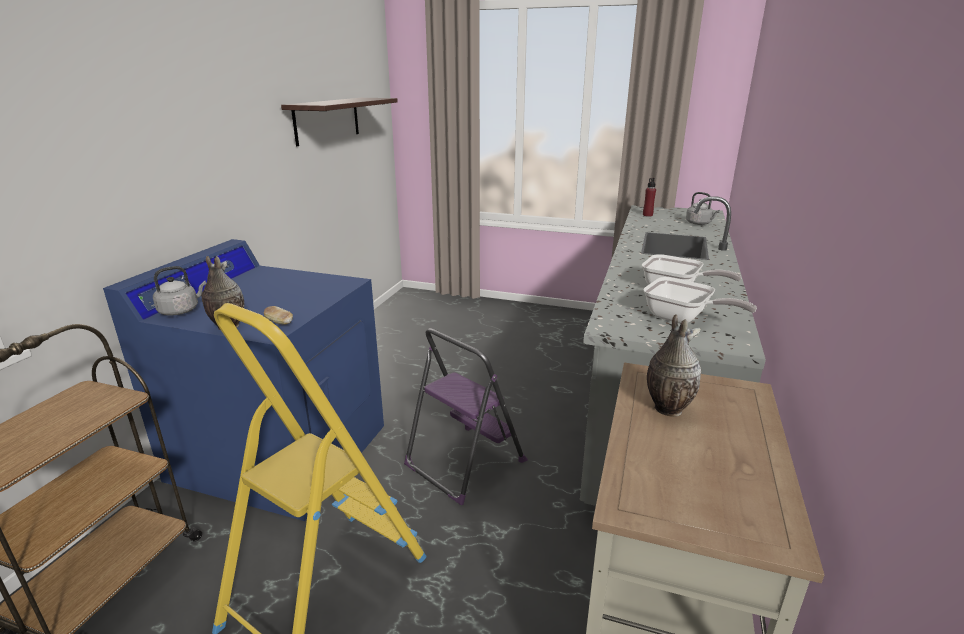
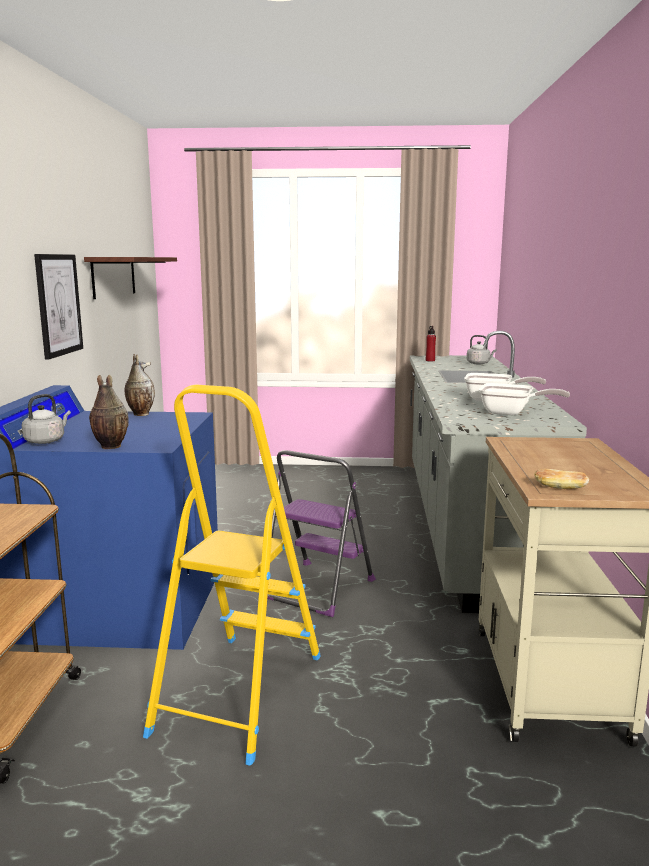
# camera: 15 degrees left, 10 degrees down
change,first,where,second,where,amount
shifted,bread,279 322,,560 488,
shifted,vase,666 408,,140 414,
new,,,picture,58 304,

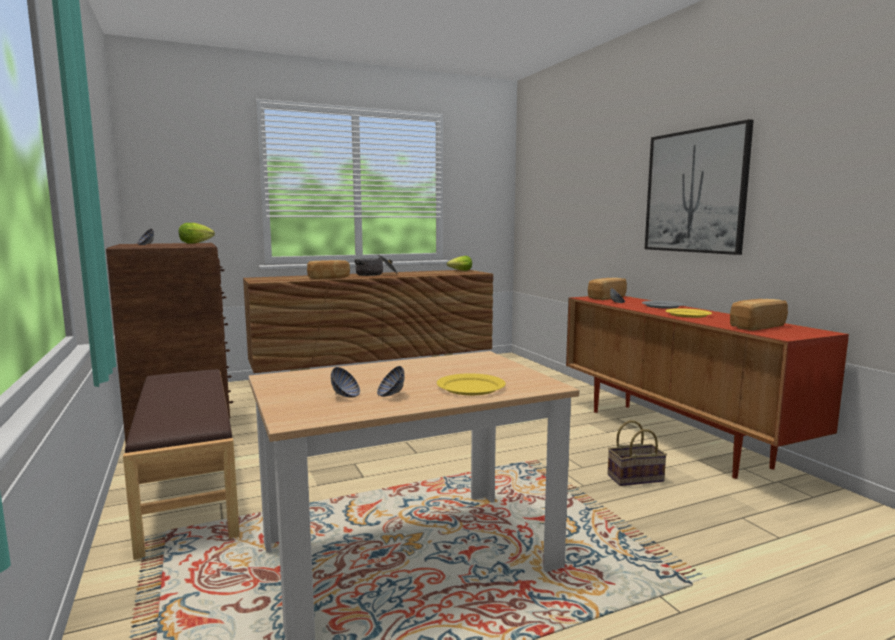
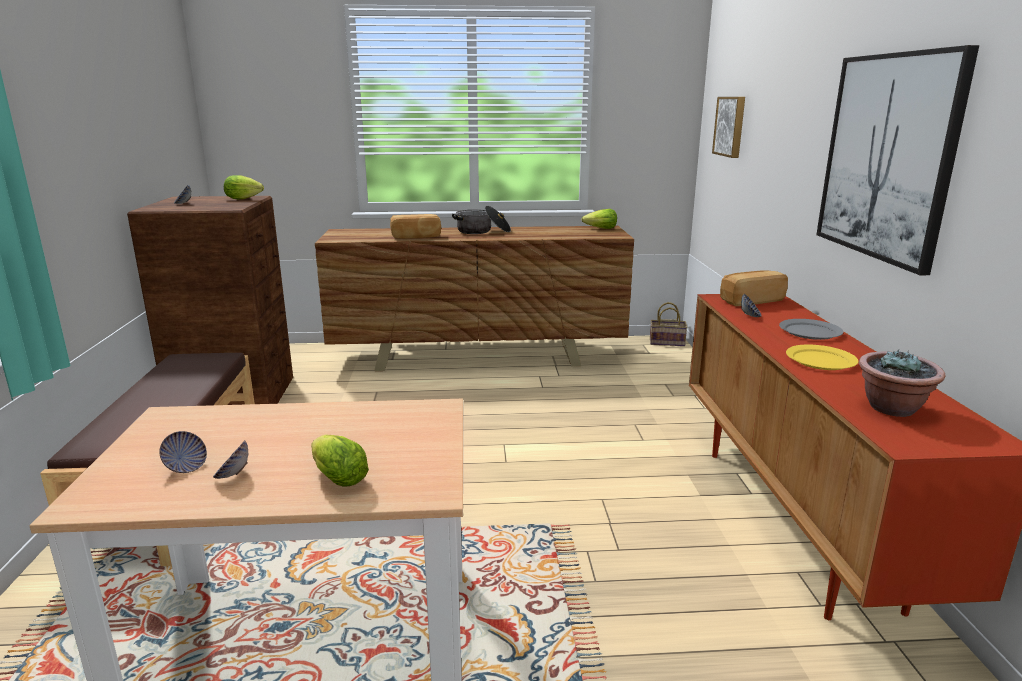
# camera: 20 degrees right, 10 degrees up
change,first,where,second,where,amount
swapped,bread,755 326,potted plant,892 408,
swapped,plate in yellow,471 387,lettuce,337 477,
shifted,basket,636 477,,668 342,
new,,,picture,731 126,

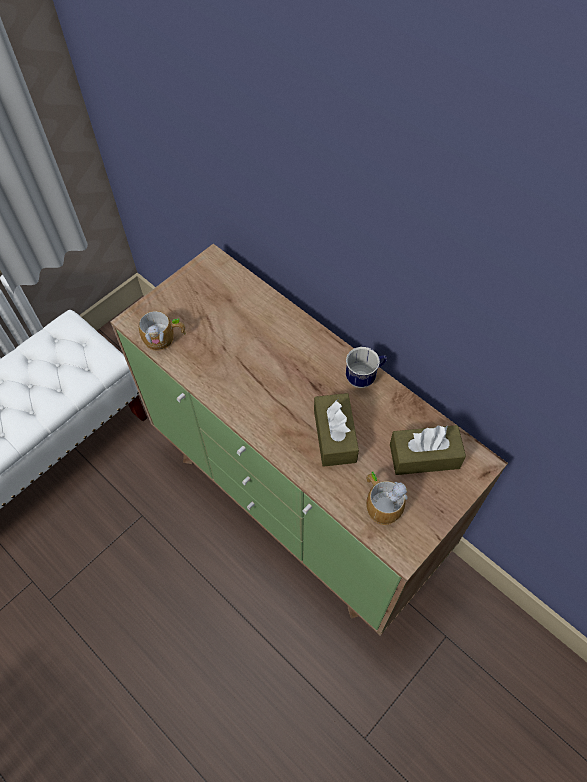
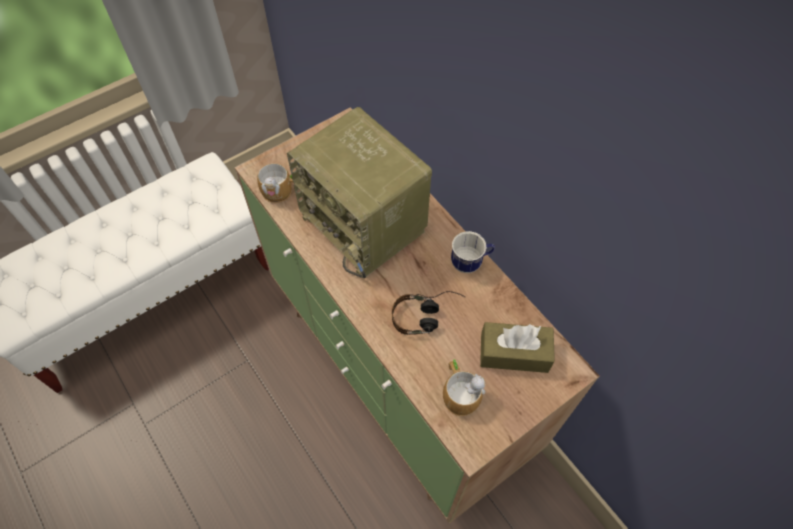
# camera: 10 degrees right, 0 degrees up
change,first,where,second,where,amount
swapped,tissue box in brown,334 436,headphones,427 316,
new,,,radio,365 223,

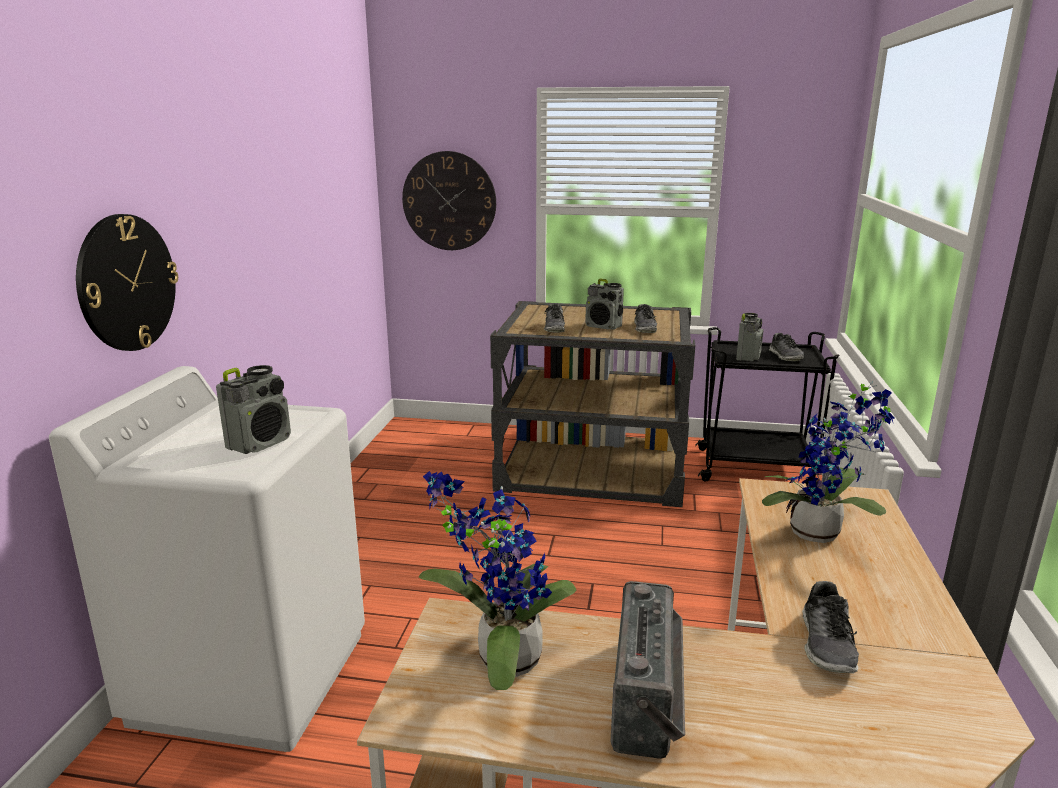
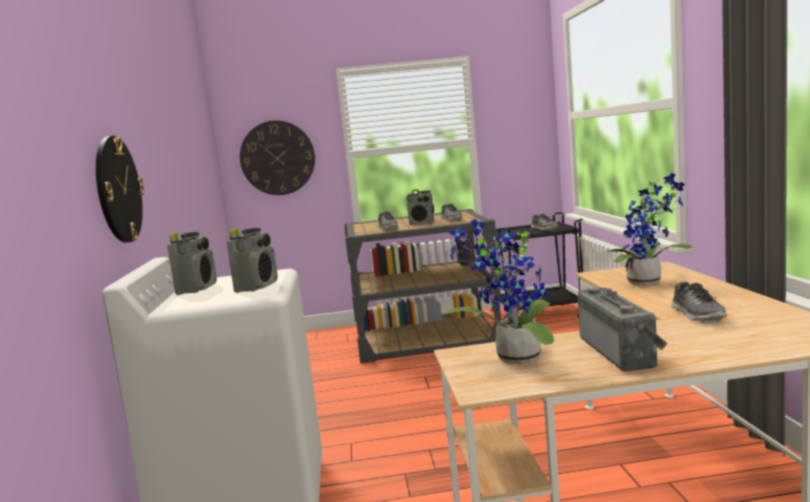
# camera: 15 degrees left, 10 degrees down
change,first,where,second,where,amount
shifted,radio,748 357,,197 289,

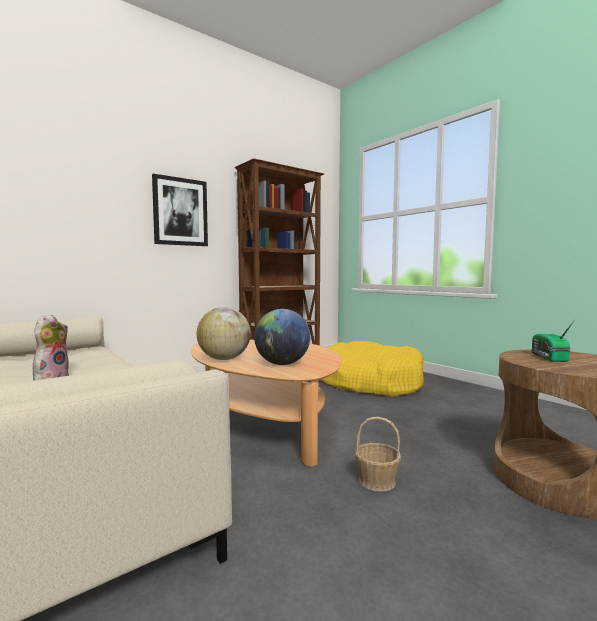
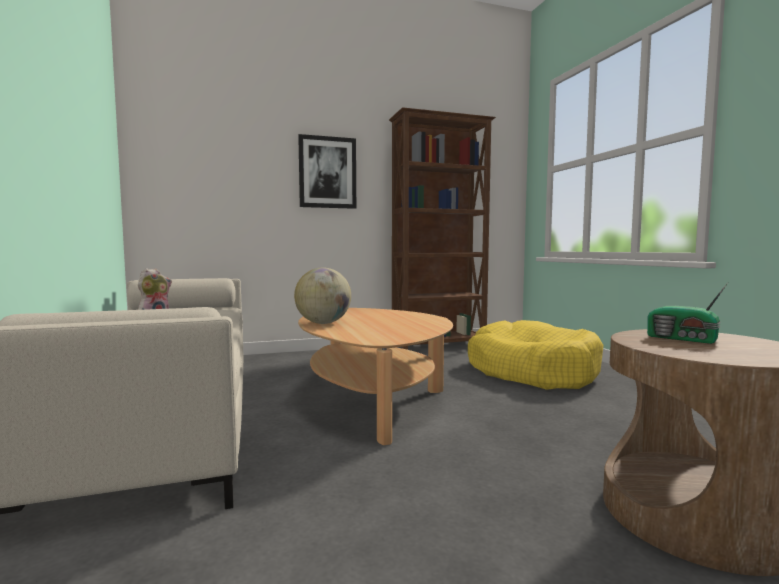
# camera: 20 degrees right, 0 degrees up
change,first,where,second,where,amount
gone,globe,282 364,,,
rotated,radio,548 358,,683 339,75 degrees counterclockwise
gone,basket,376 481,,,

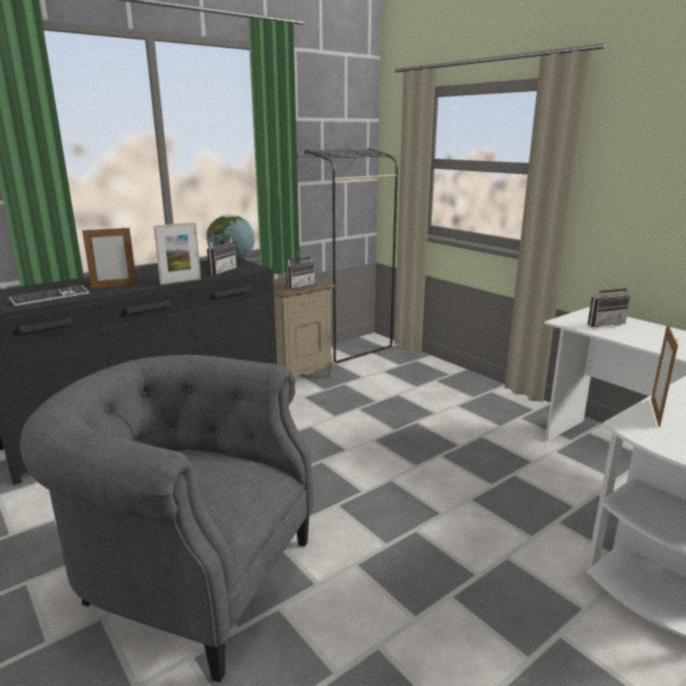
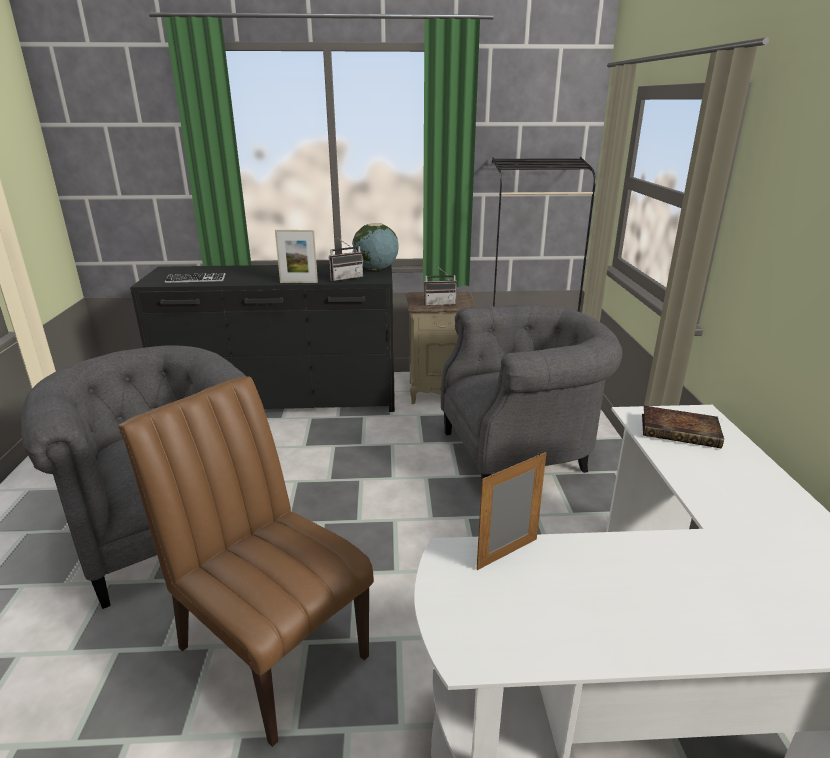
# camera: 35 degrees right, 5 degrees up
change,first,where,second,where,amount
gone,picture frame,114 286,,,
swapped,radio,603 323,book,681 431,
new,,,armchair in grey,520 455,
new,,,chair in brown,273 653,

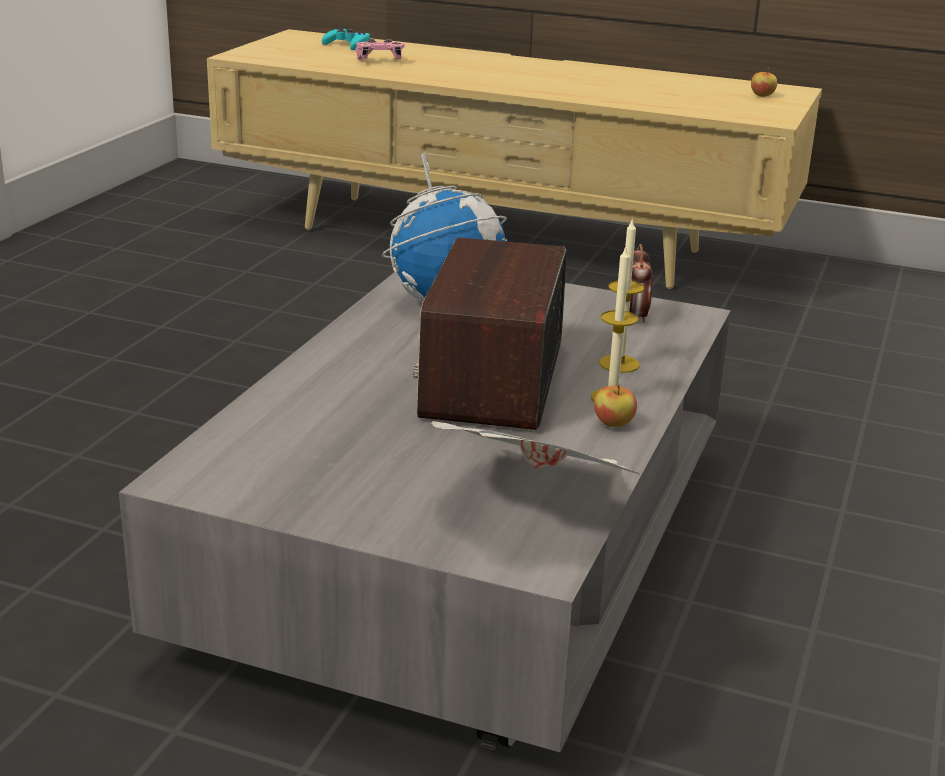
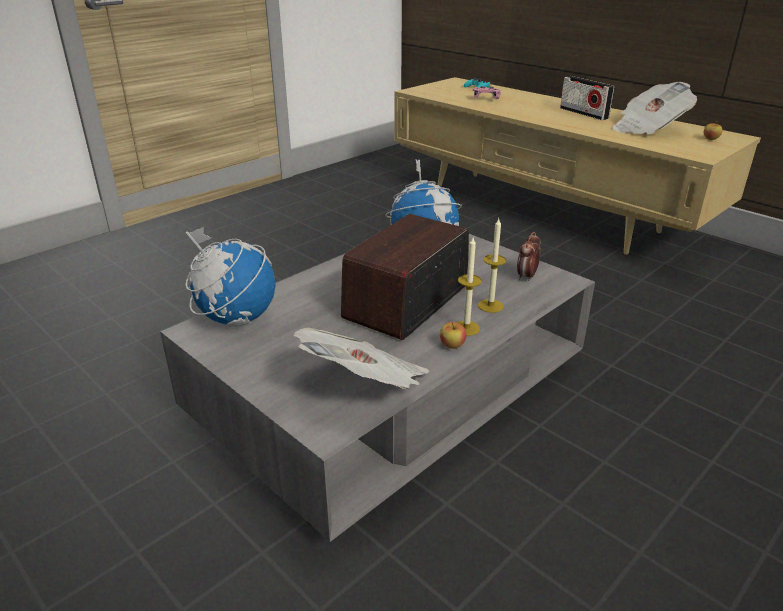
# camera: 25 degrees right, 5 degrees up
change,first,where,second,where,amount
new,,,radio,583 113,
new,,,newspaper,648 129,
new,,,globe,236 318,

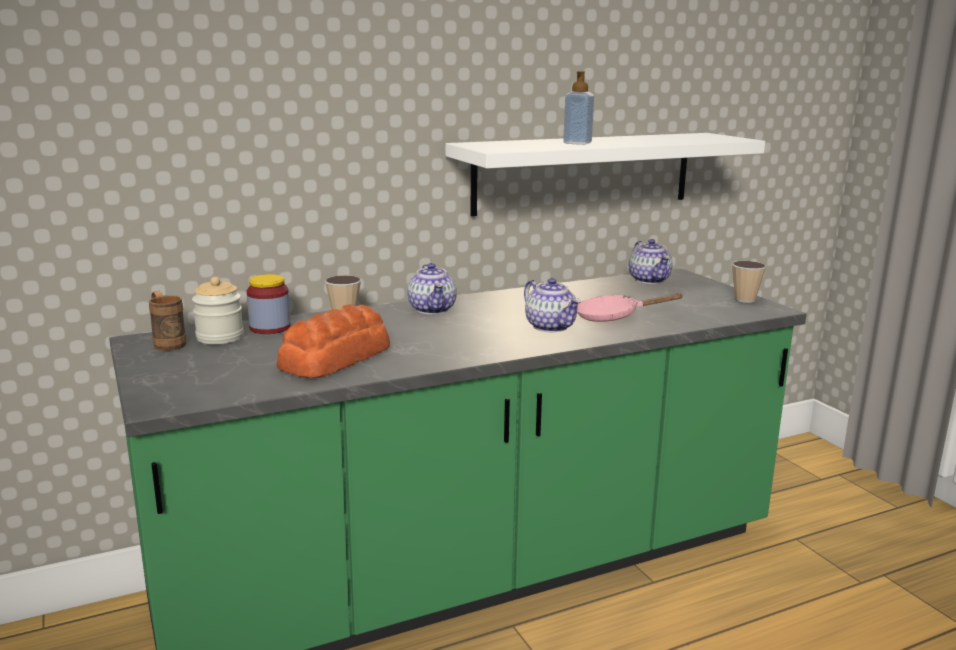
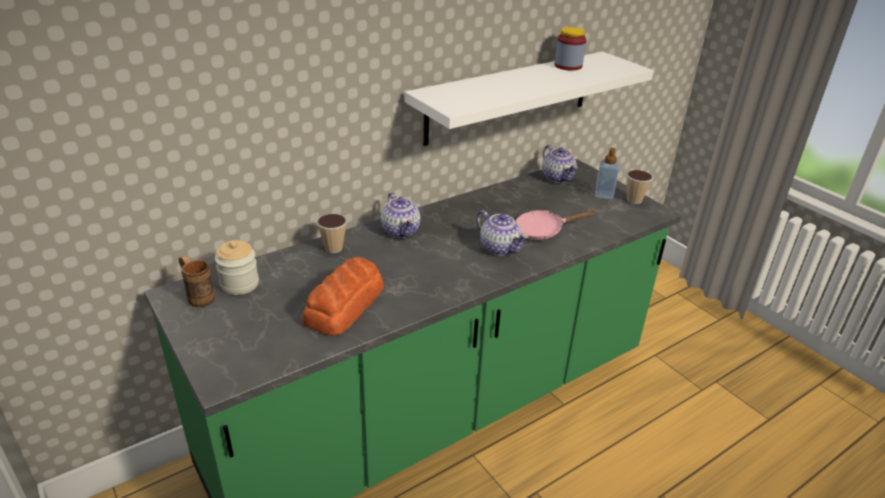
# camera: 10 degrees left, 15 degrees up
change,first,where,second,where,amount
shifted,soap dispenser,577 143,,603 195,
shifted,jar,270 328,,568 66,

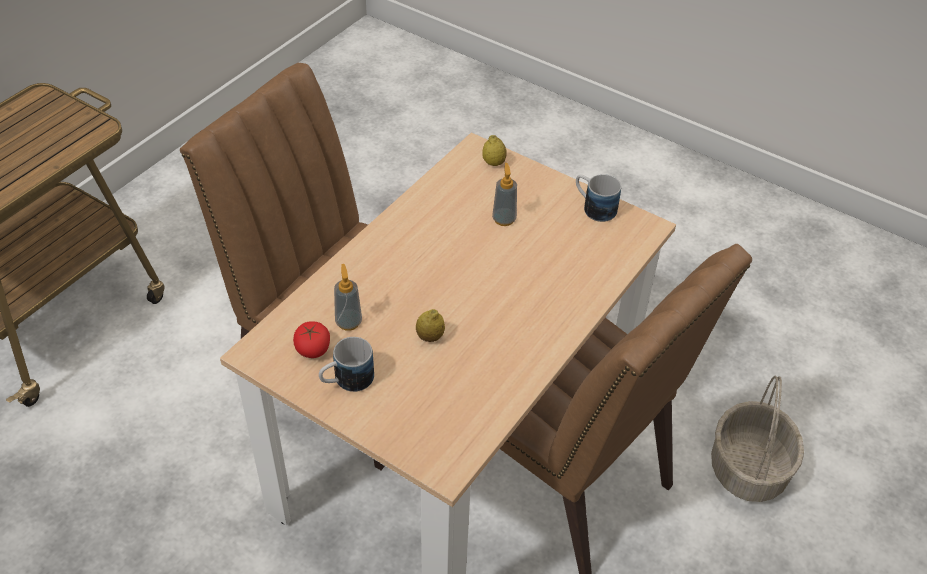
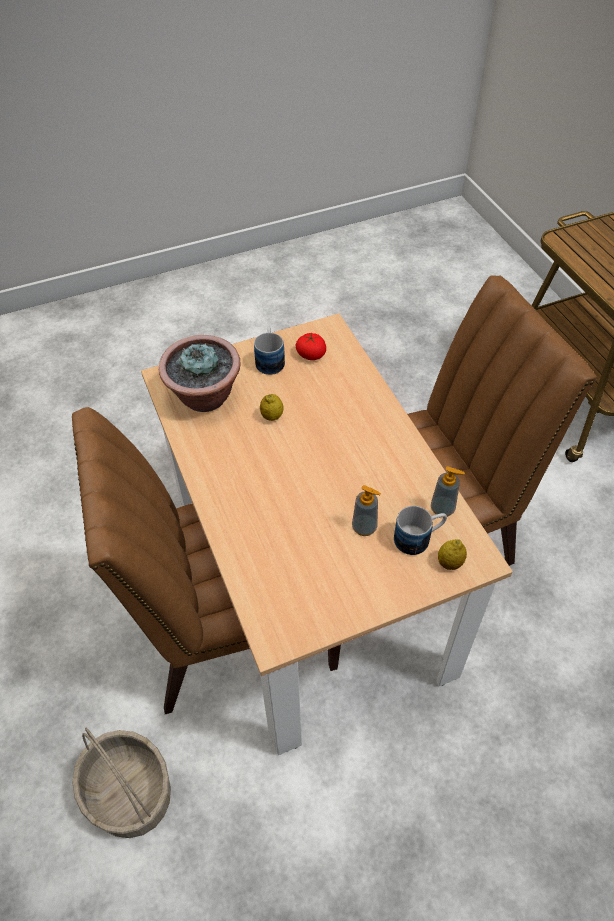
# camera: 125 degrees right, 5 degrees up
change,first,where,second,where,amount
shifted,mug,593 207,,419 538,
shifted,soap dispenser,348 322,,442 509,
new,,,potted plant,205 398,

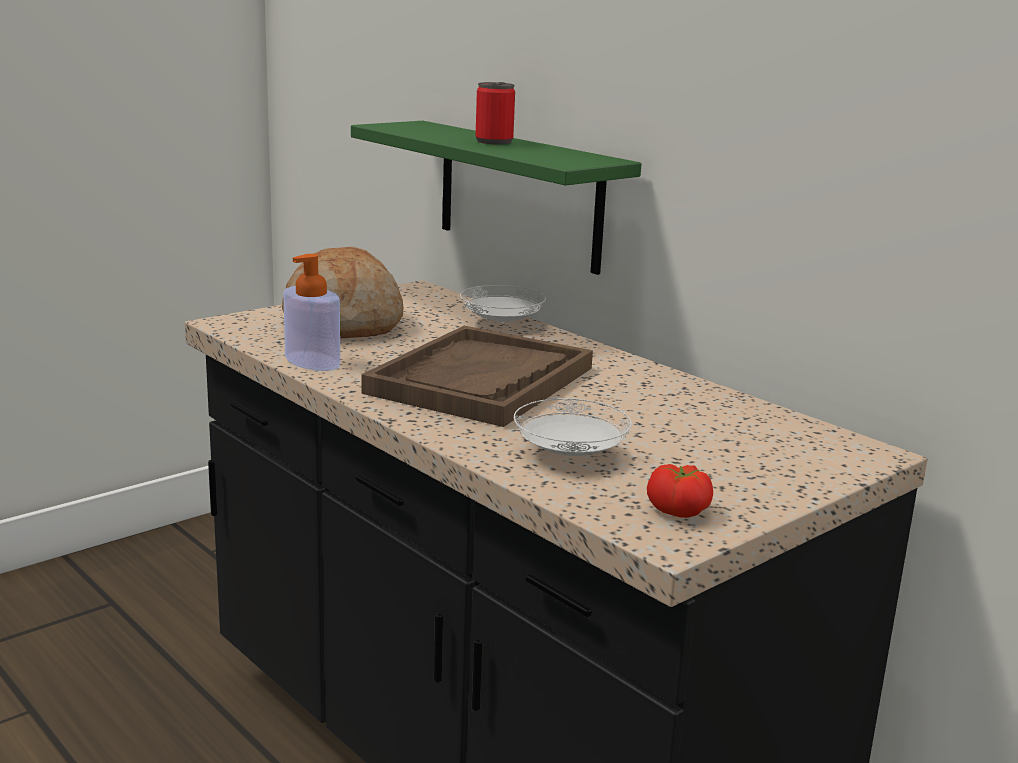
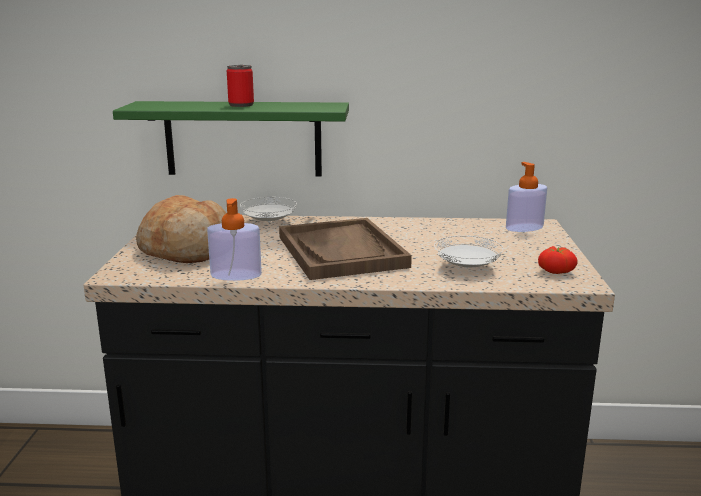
# camera: 45 degrees left, 0 degrees up
change,first,where,second,where,amount
new,,,soap dispenser,524 227,

